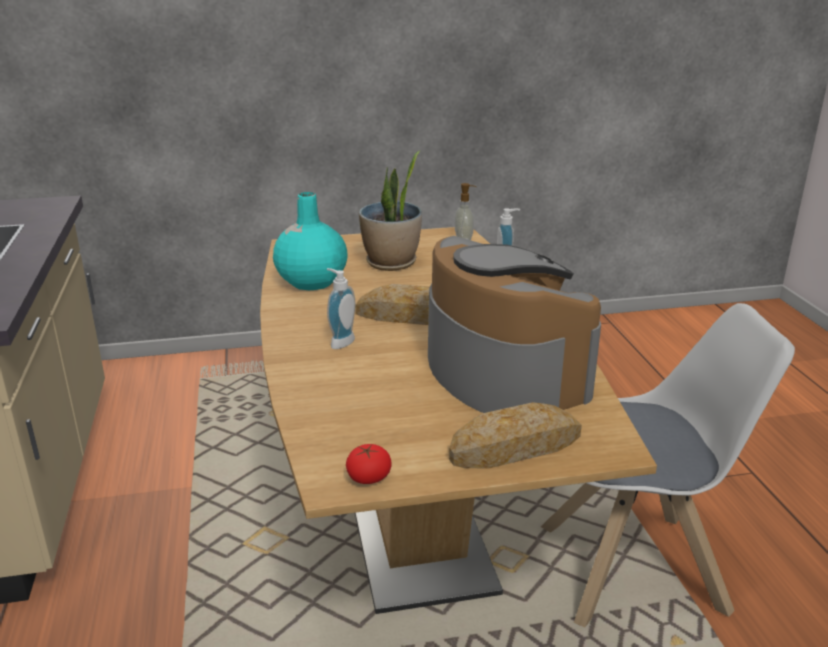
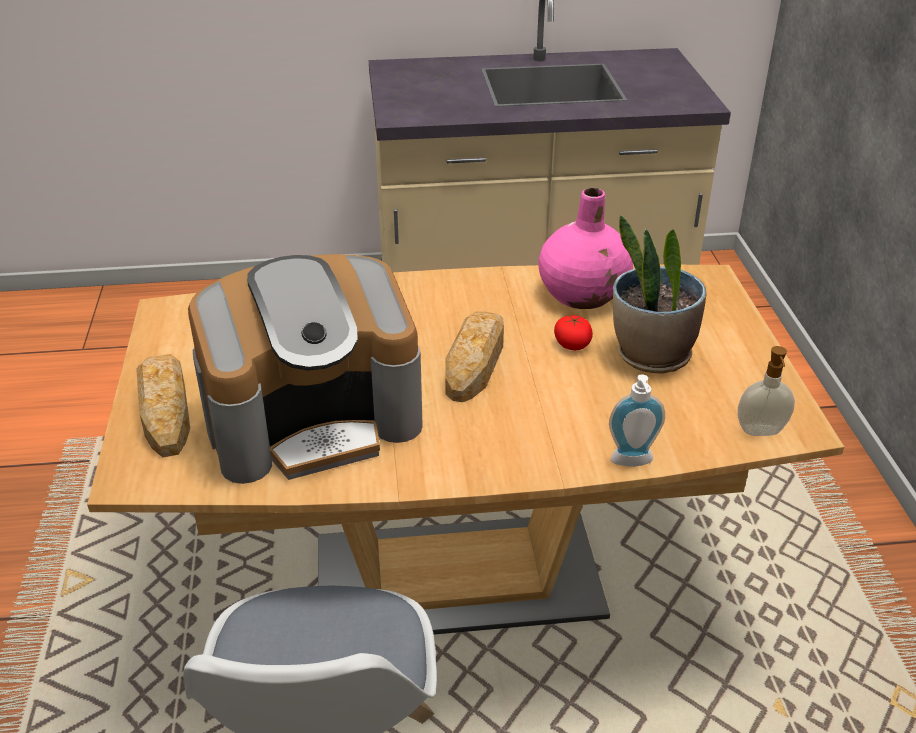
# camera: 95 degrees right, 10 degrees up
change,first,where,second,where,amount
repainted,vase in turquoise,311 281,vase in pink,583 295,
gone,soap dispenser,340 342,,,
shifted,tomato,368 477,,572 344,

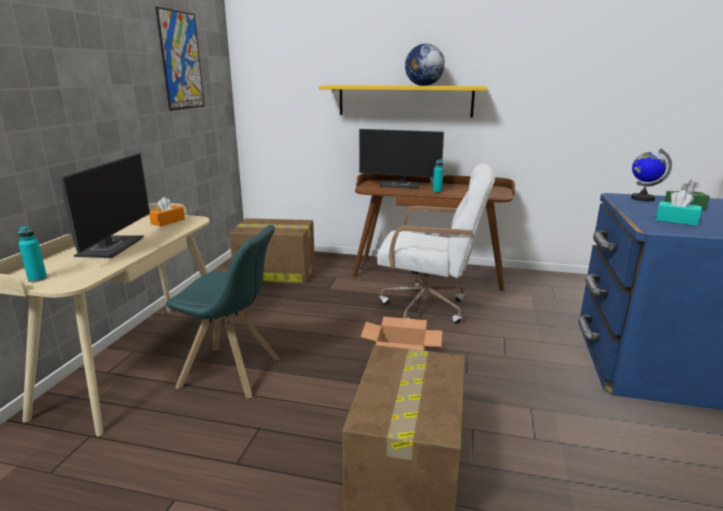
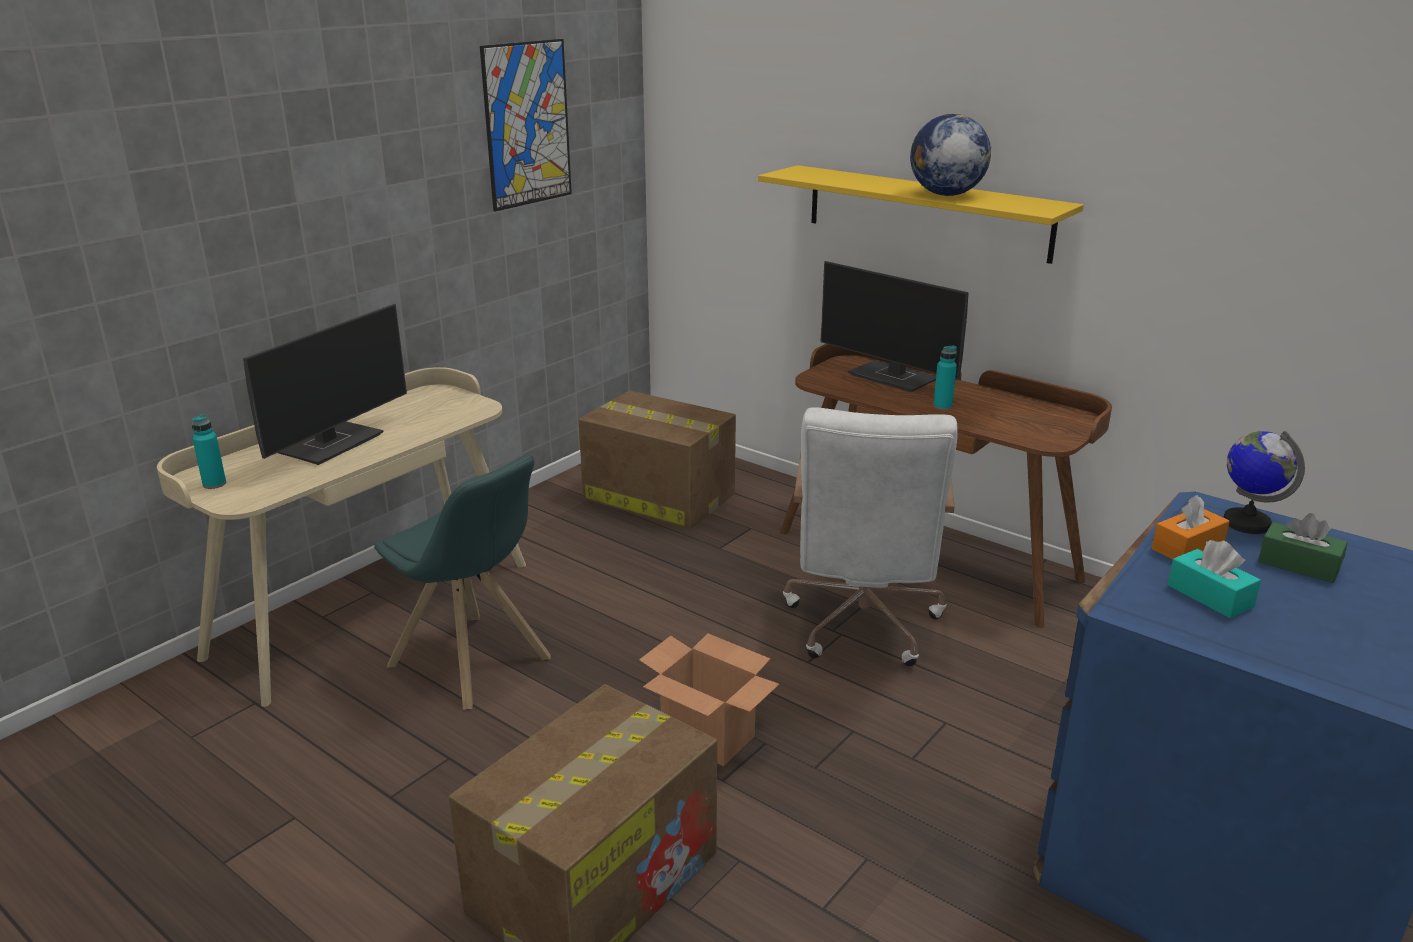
# camera: 25 degrees right, 5 degrees up
change,first,where,second,where,amount
rotated,office chair in white,429 308,,862 630,60 degrees clockwise
shifted,tissue box in orange,168 221,,1187 547,

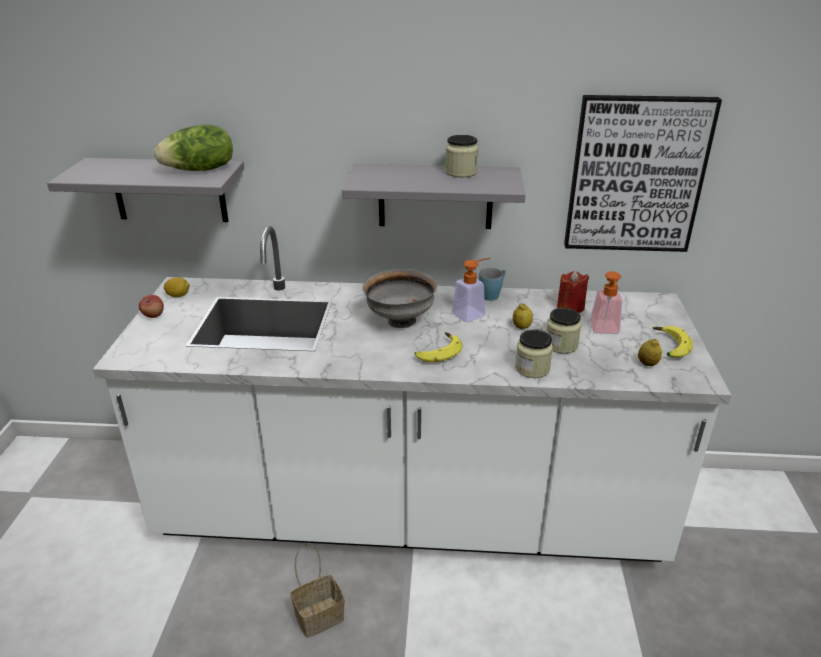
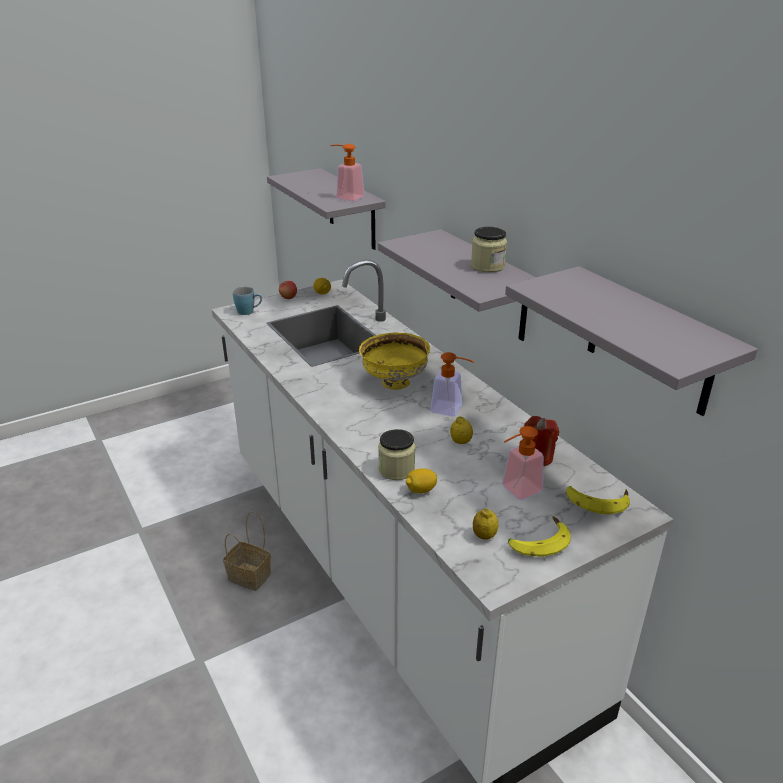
# camera: 55 degrees right, 0 degrees up
change,first,where,second,where,amount
swapped,picture,636 175,shelf in grey,650 342,
swapped,lettuce,200 170,soap dispenser,346 197,
shifted,mug in blue,492 294,,249 312,
repainted,bowl in grey,400 322,bowl in yellow,394 383,
gone,jar,561 345,,,
shifted,banana,437 352,,597 501,
new,,,lemon,420 490,

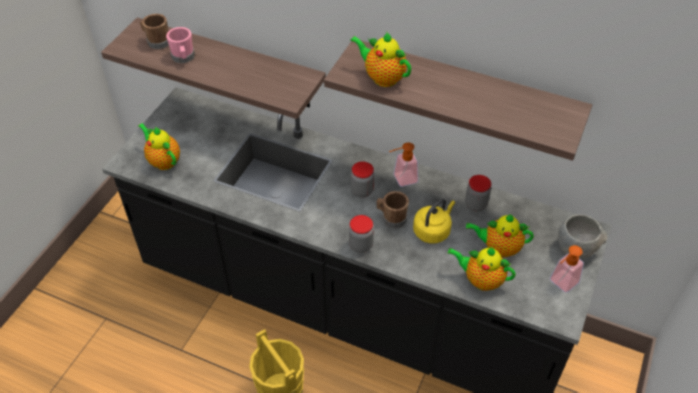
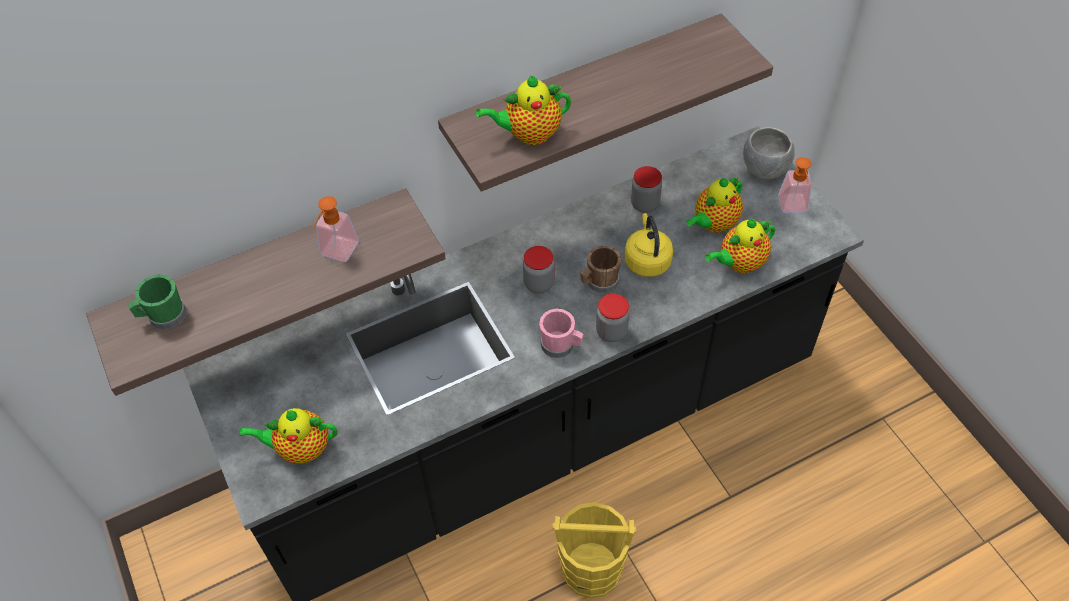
# camera: 50 degrees left, 5 degrees up
change,first,where,second,where,amount
repainted,mug in brown,157 41,mug in green,163 316,
shifted,mug in pink,183 58,,561 346,
shifted,soap dispenser,401 179,,336 254,

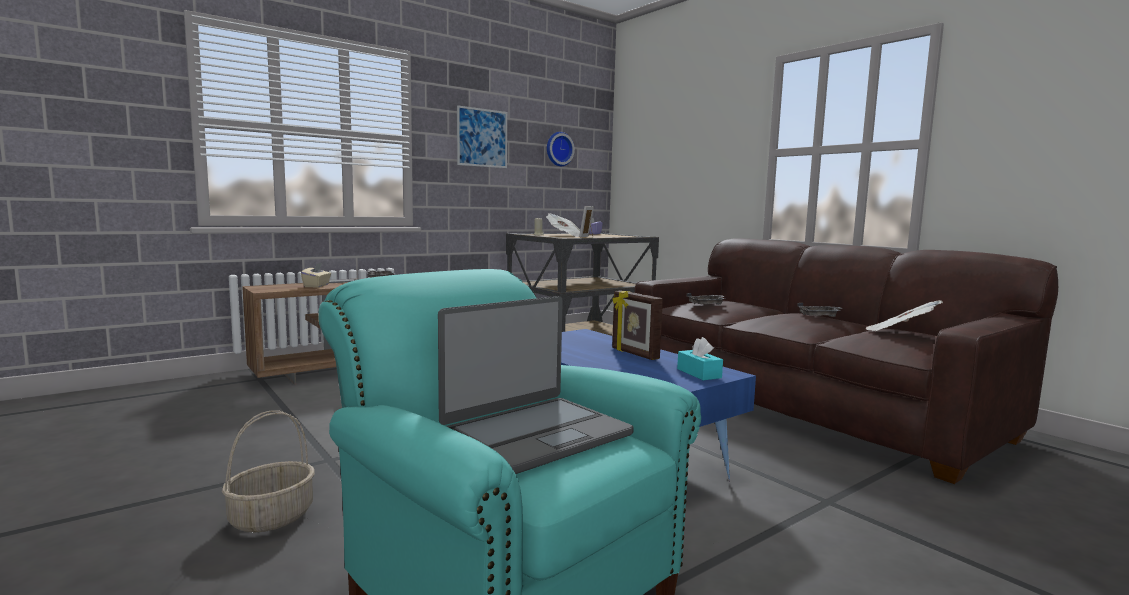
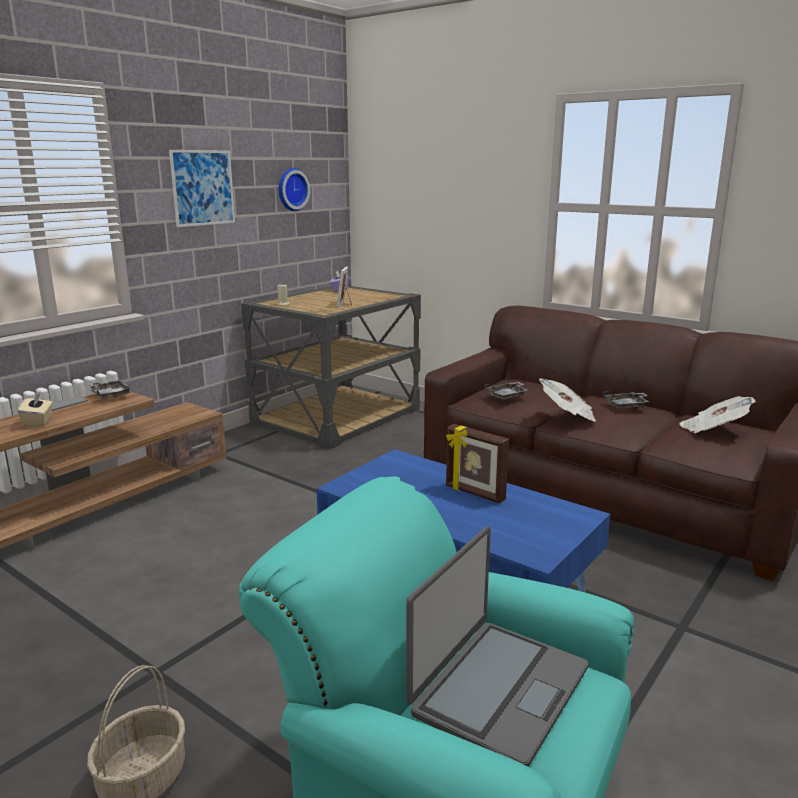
# camera: 15 degrees left, 10 degrees up
change,first,where,second,where,amount
shifted,newspaper,564 235,,567 414,
gone,tissue box in turquoise,699 373,,,

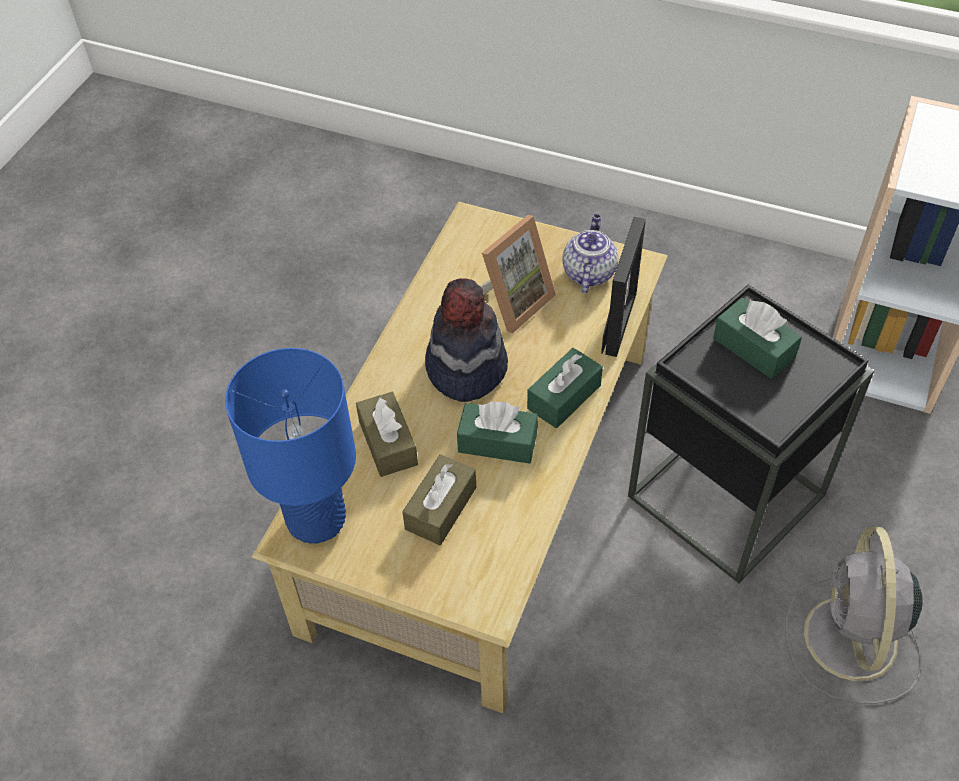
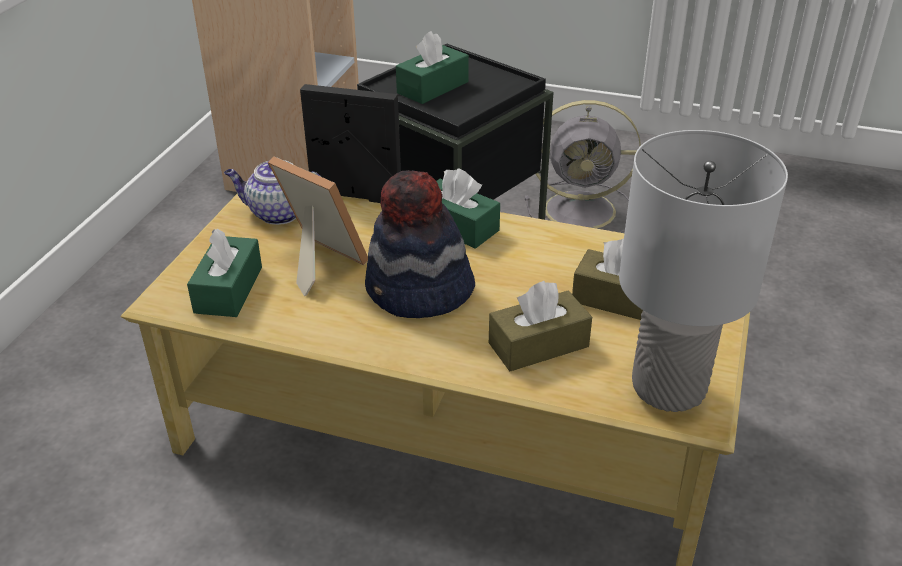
# camera: 95 degrees left, 15 degrees down
change,first,where,second,where,amount
repainted,table lamp in blue,316 522,table lamp in grey,666 394,
shifted,tissue box in green,497 442,,228 290,

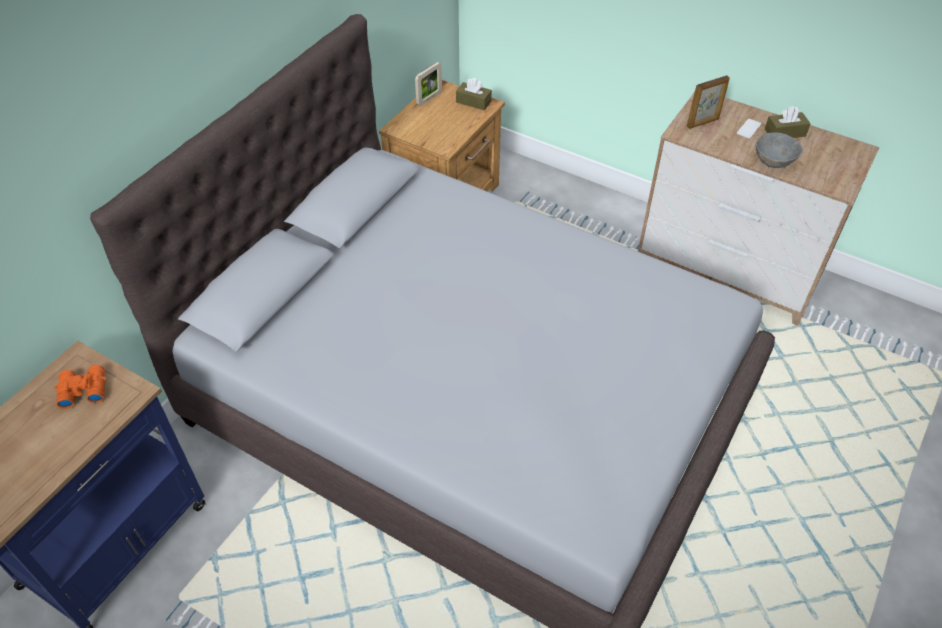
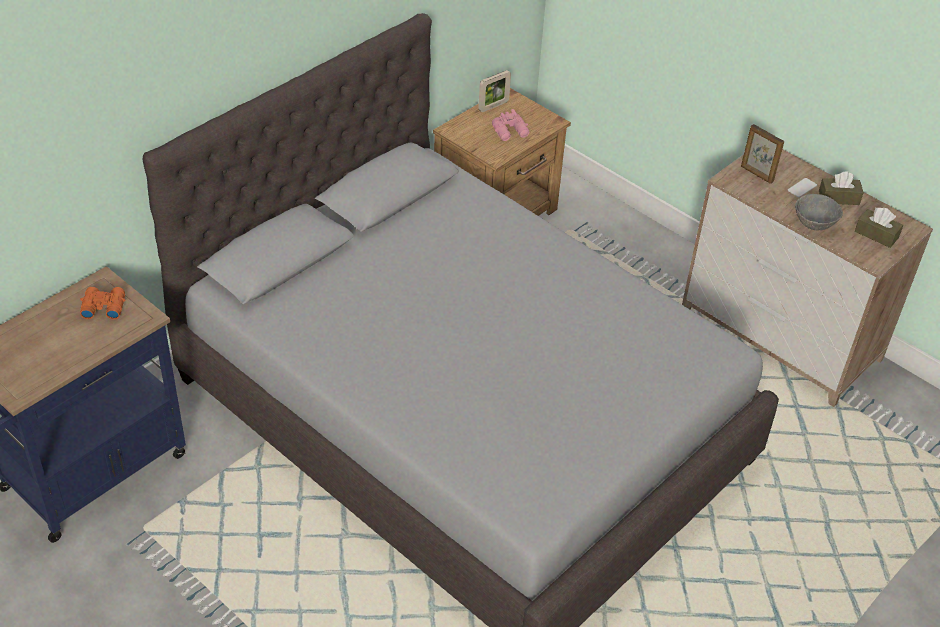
# camera: 10 degrees right, 5 degrees down
change,first,where,second,where,amount
rotated,picture frame,703 123,,756 174,60 degrees clockwise
shifted,tissue box in brown,473 102,,876 234,
new,,,binoculars in pink,511 132,

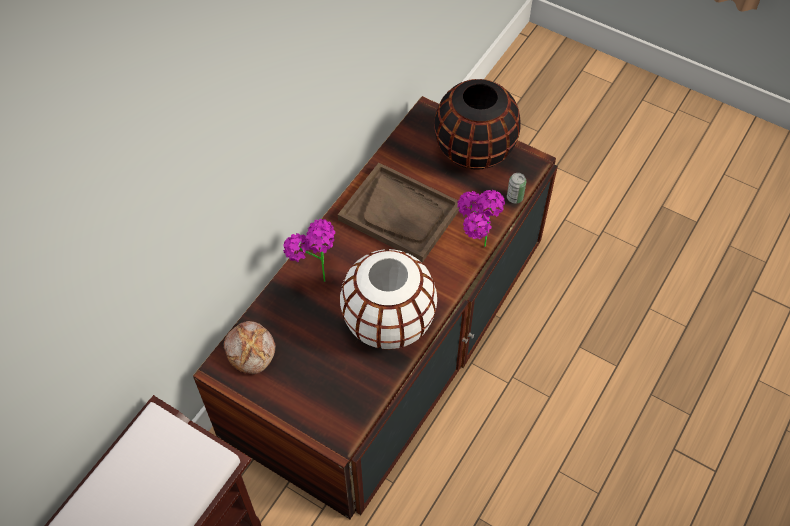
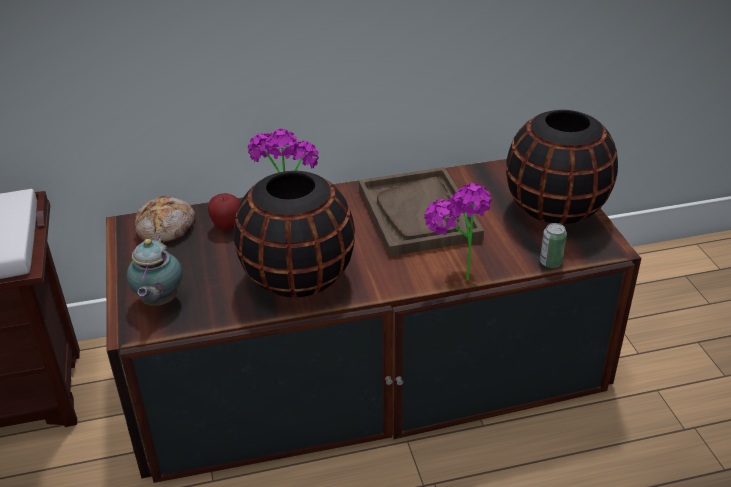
# camera: 45 degrees right, 20 degrees down
change,first,where,second,where,amount
repainted,vase in white,388 321,vase in black,298 277,
new,,,apple,227 226,
new,,,teapot,158 302,

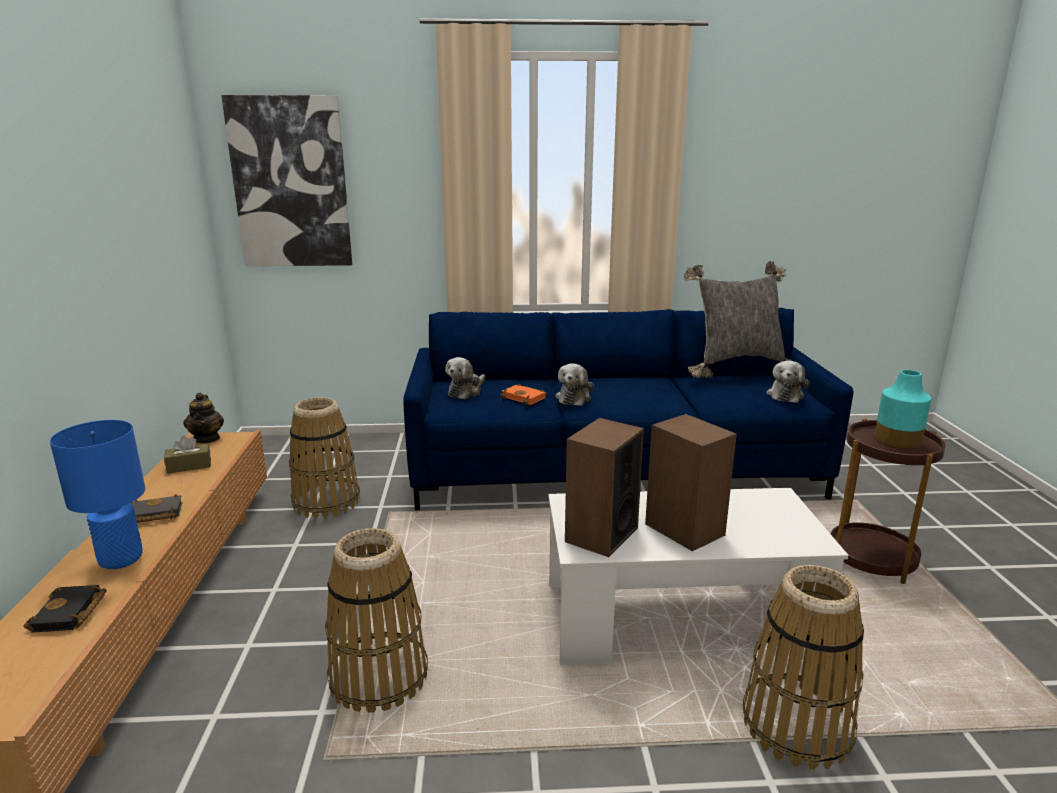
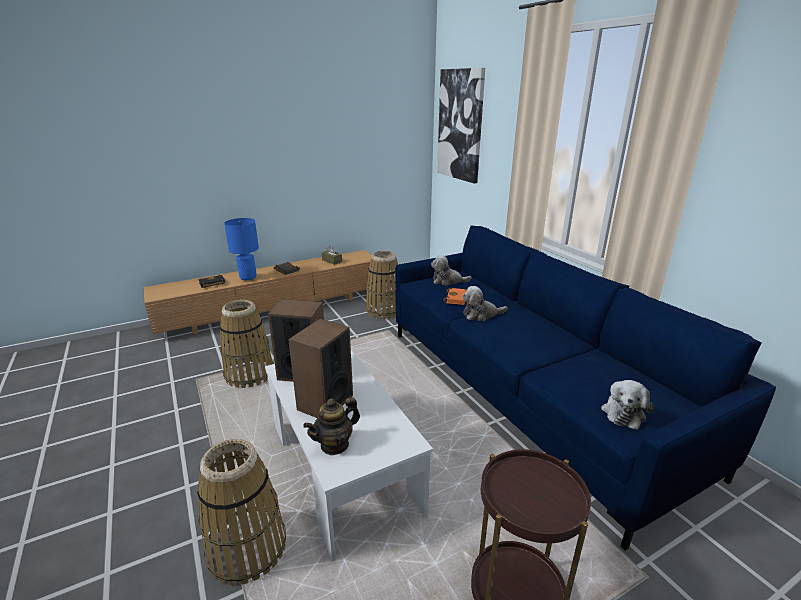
# camera: 65 degrees right, 5 degrees up
change,first,where,second,where,amount
gone,pillow,733 374,,,
rotated,plush toy,785 395,,623 412,60 degrees counterclockwise
gone,vase in turquoise,897 440,,,
shifted,teapot,207 438,,335 445,

